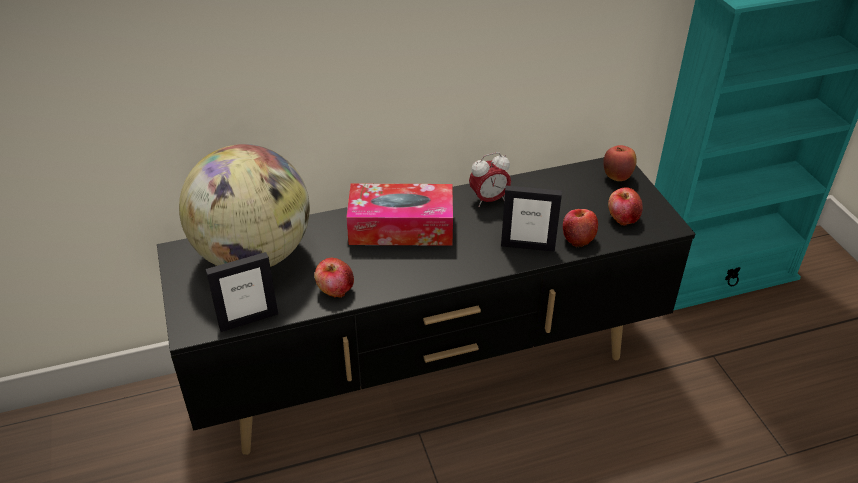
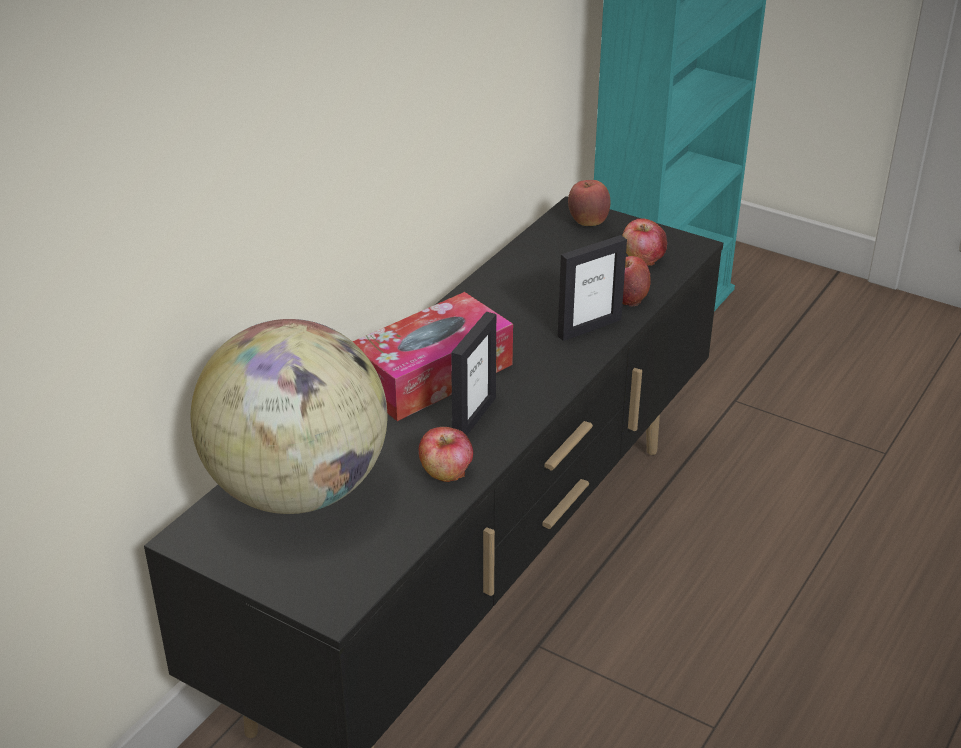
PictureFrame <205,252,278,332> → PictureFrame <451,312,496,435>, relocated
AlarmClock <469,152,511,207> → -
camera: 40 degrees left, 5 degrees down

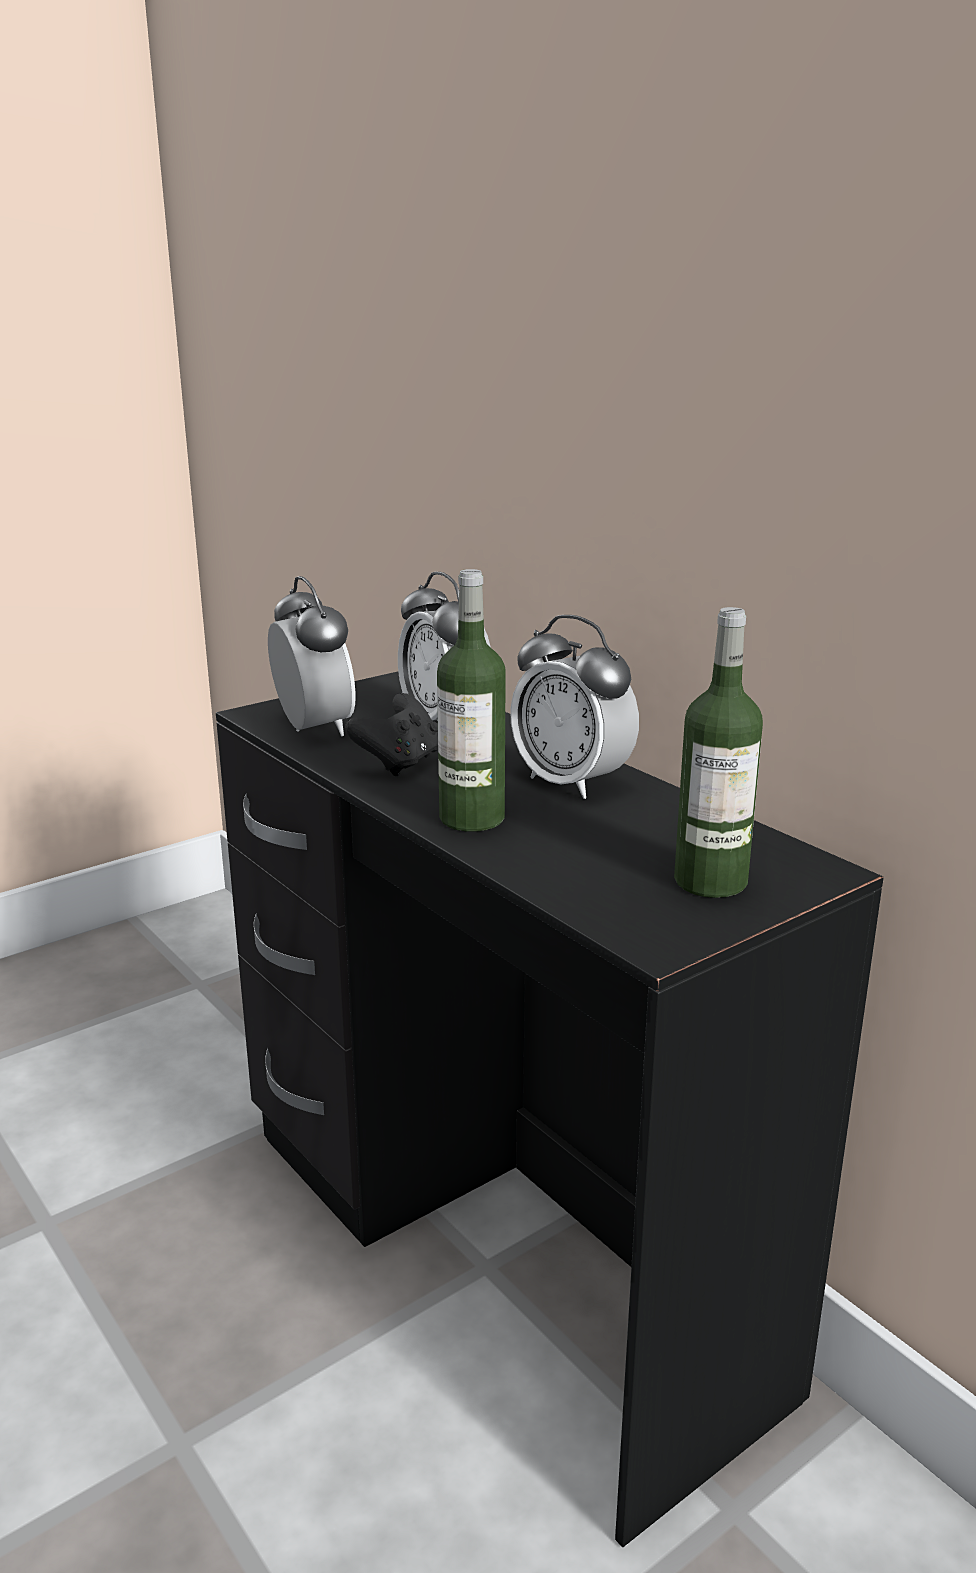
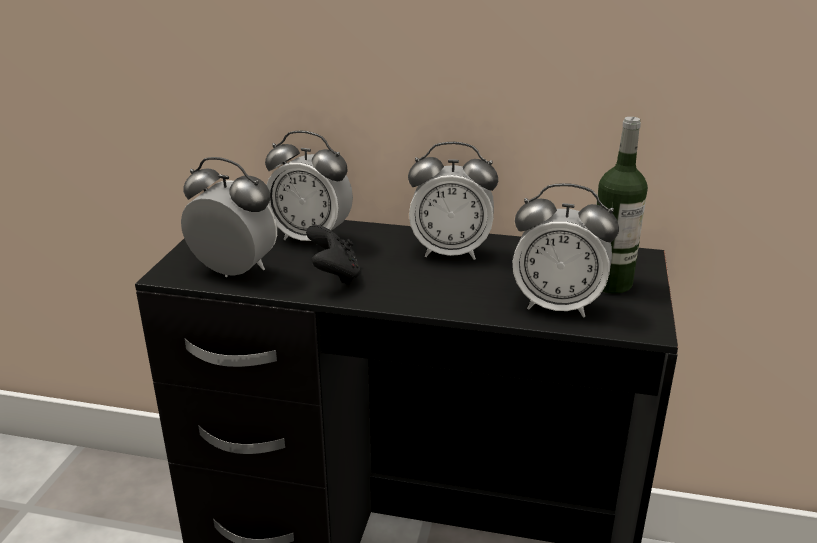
Bottle <437,569,506,832> → -
- → AlarmClock <513,183,619,318>
camera: 40 degrees left, 5 degrees up

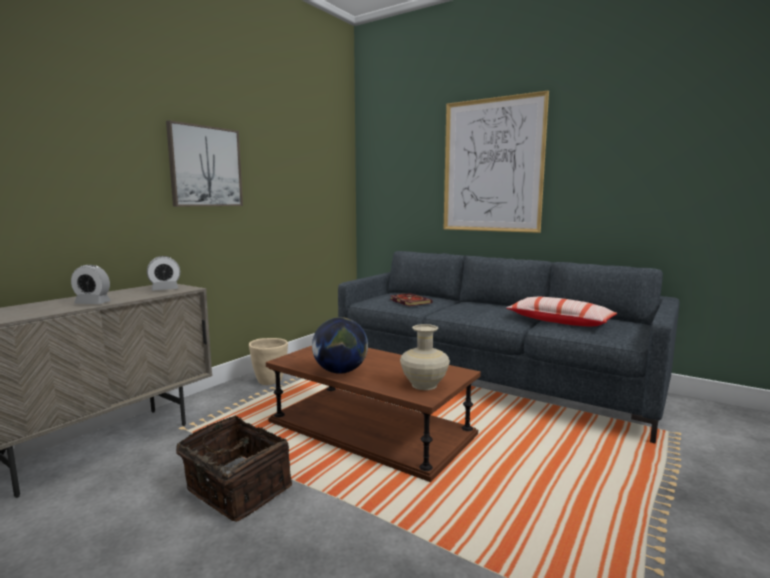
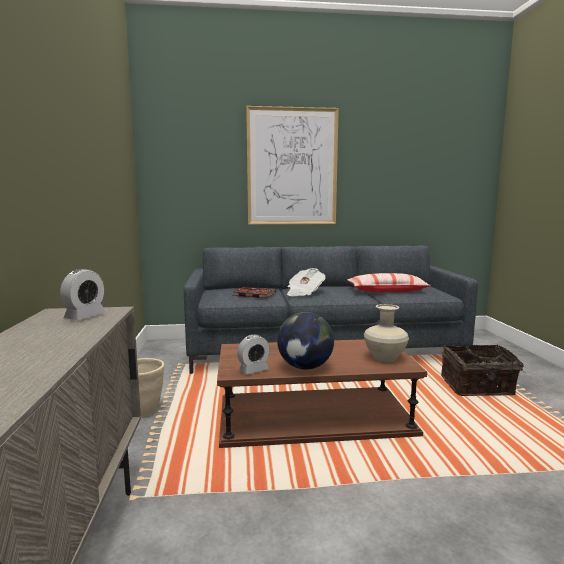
AlarmClock <71,265,111,304> → AlarmClock <237,335,270,374>, relocated
Picture <166,120,243,206> → -
Basket <176,415,292,522> → Basket <441,344,526,396>, relocated
- → Newspaper <287,268,325,296>
camera: 40 degrees left, 0 degrees up

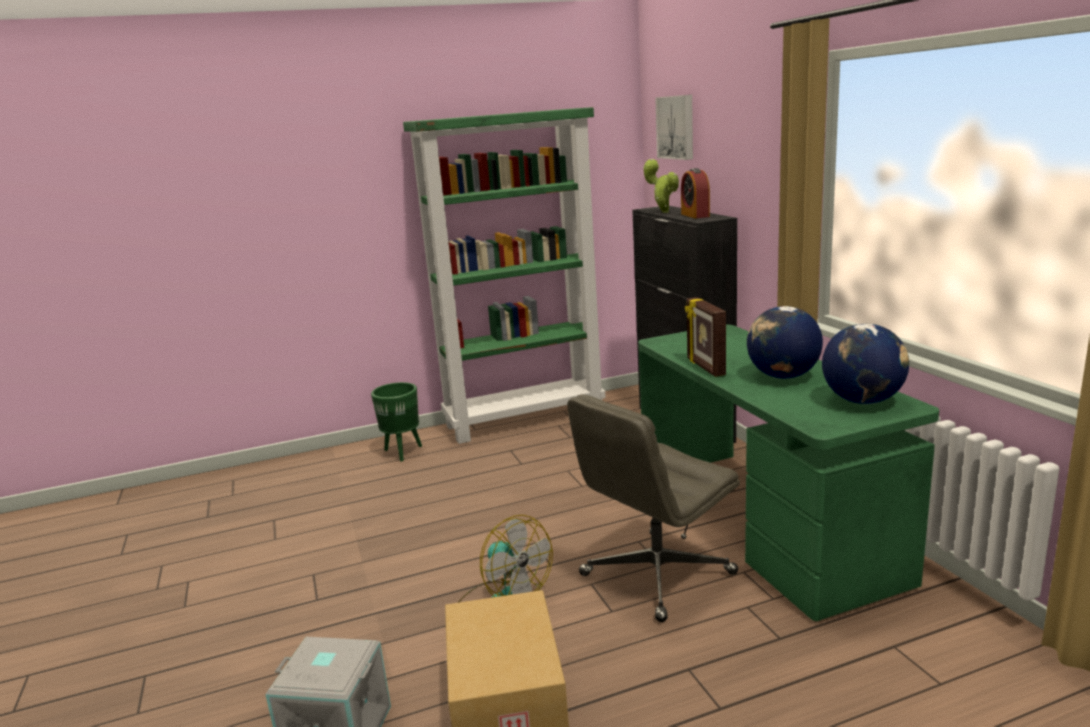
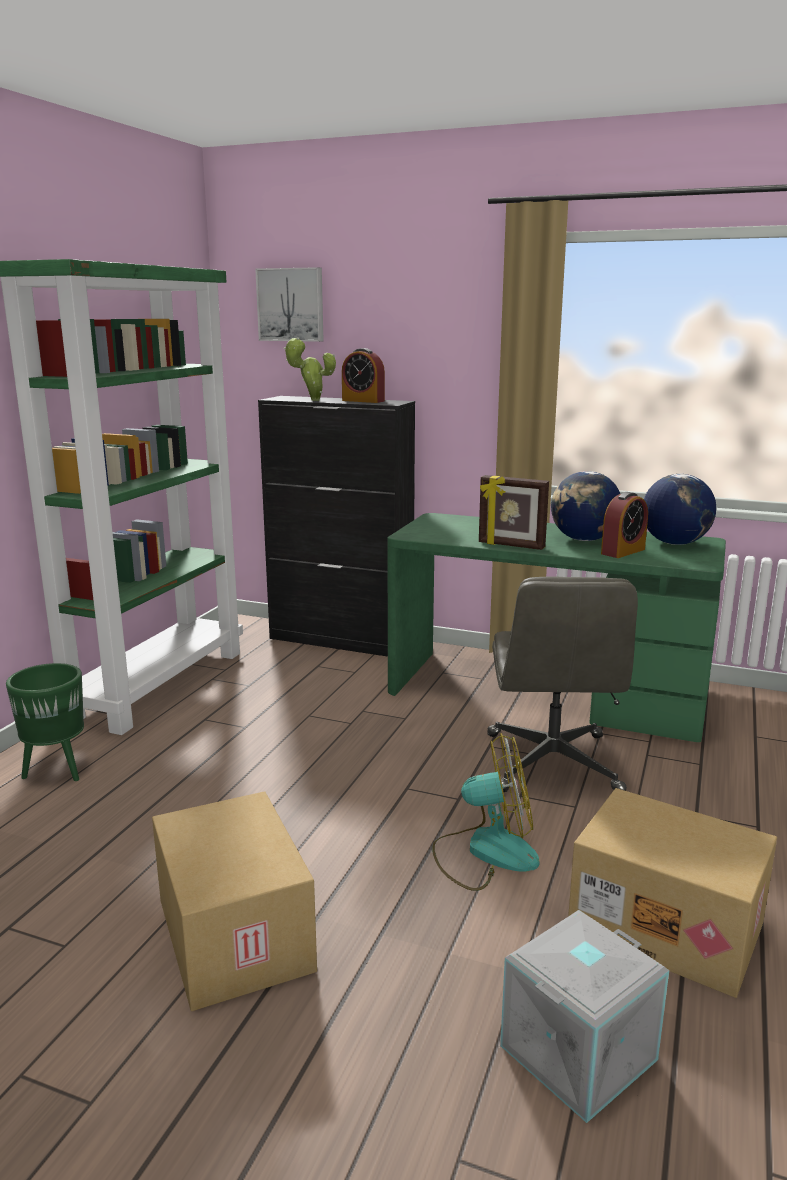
- → CardboardBox <152,791,317,1011>
- → AlarmClock <601,492,648,558>
camera: 50 degrees left, 0 degrees up

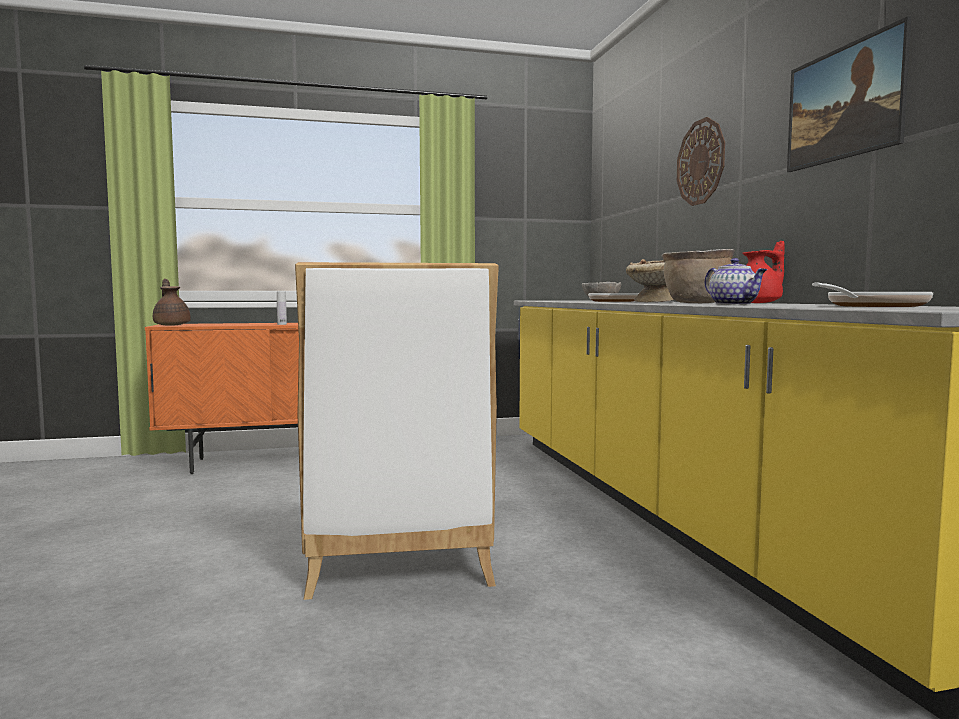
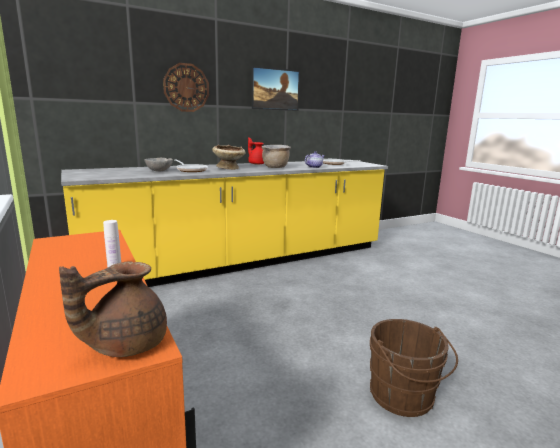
WhiteChair <295,262,499,600> → -
- → BrownBucket <370,319,458,417>
camera: 105 degrees left, 10 degrees up

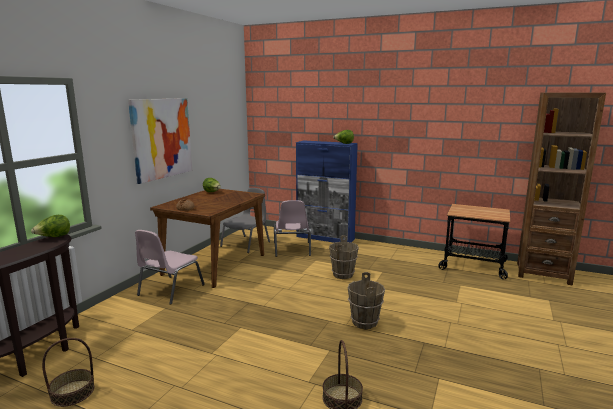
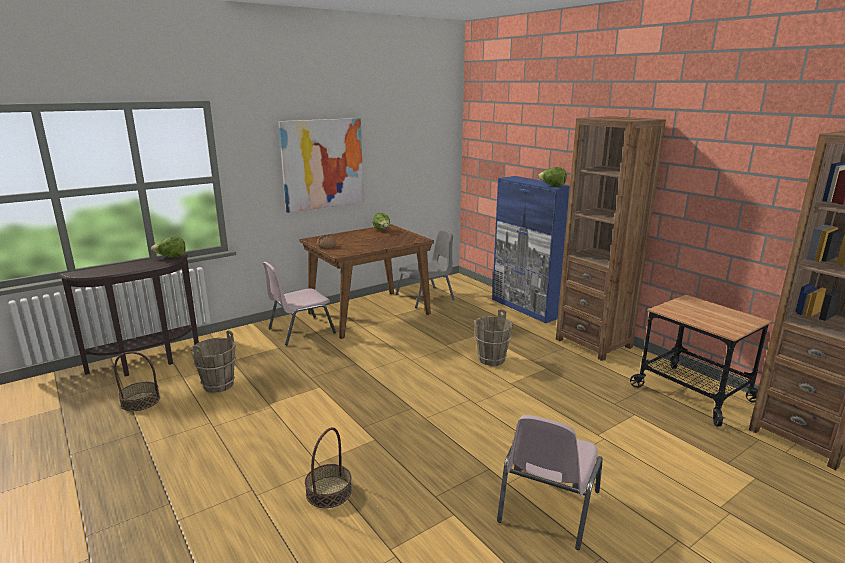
PinkChair <274,200,311,257> → PinkChair <497,415,603,550>, relocated
BrownBucket <348,272,385,329> → BrownBucket <191,330,236,393>, relocated
- → BrownBookcase <556,116,666,361>
camera: 30 degrees right, 5 degrees up

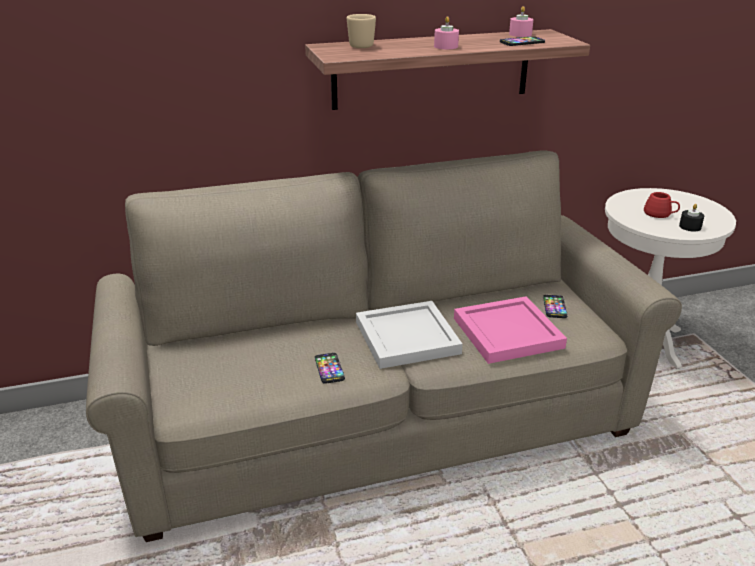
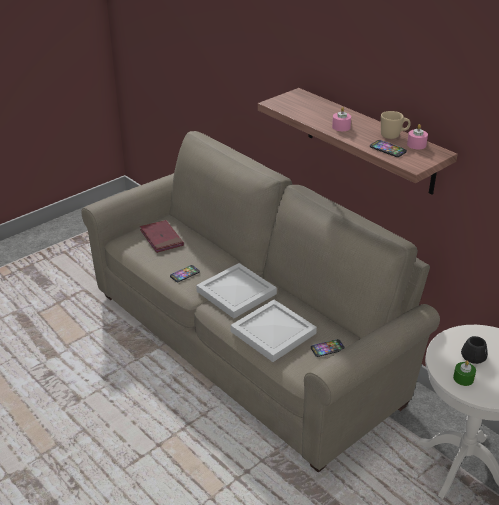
BeigeMug <347,14,376,48> → BeigeMug <381,111,411,139>, relocated
PinkTray <454,296,567,364> → WhiteTray <231,299,317,362>
RedMug <644,192,680,218> → BlackMug <461,336,488,364>
BlackCandle <679,204,704,232> → GreenCandle <453,361,476,386>
- → RedBook <140,220,184,253>
camera: 65 degrees right, 5 degrees up

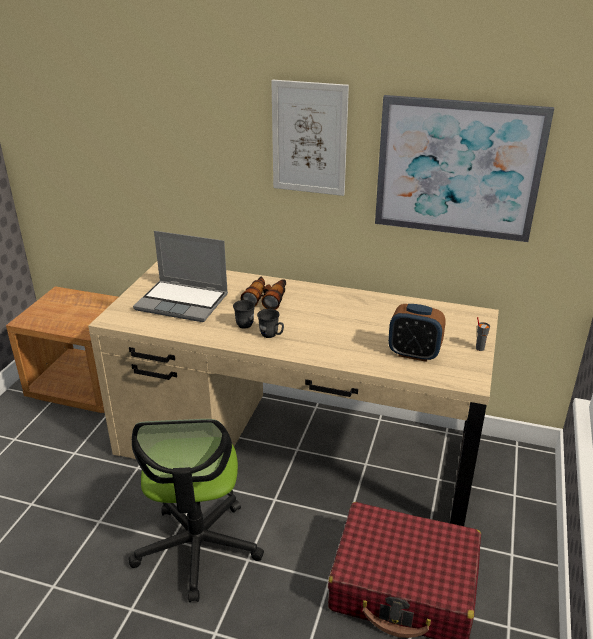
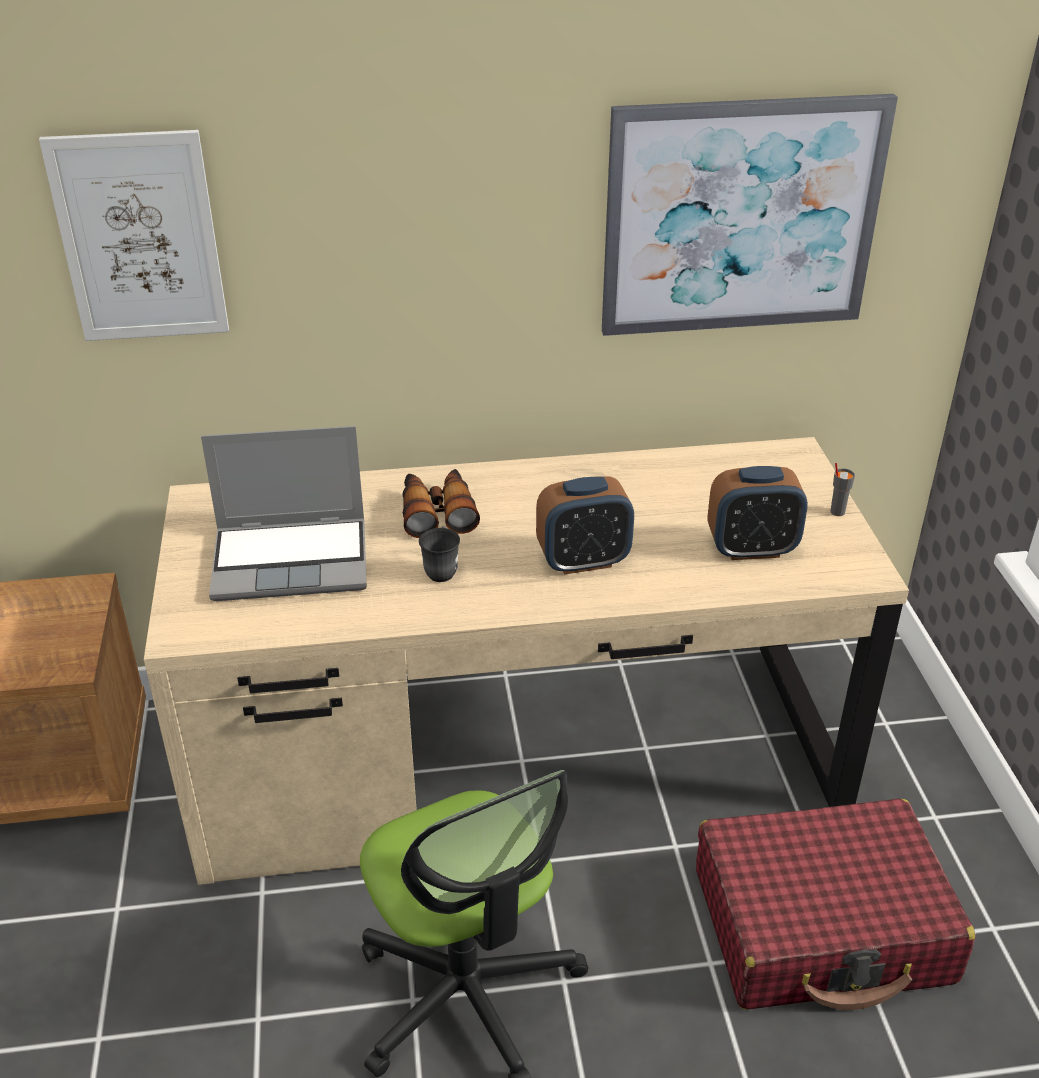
GreyMug <257,309,284,338> → -
Picture <271,80,349,196> → Picture <39,130,229,341>, relocated
- → AlarmClock <536,476,634,575>
camera: 25 degrees left, 5 degrees up

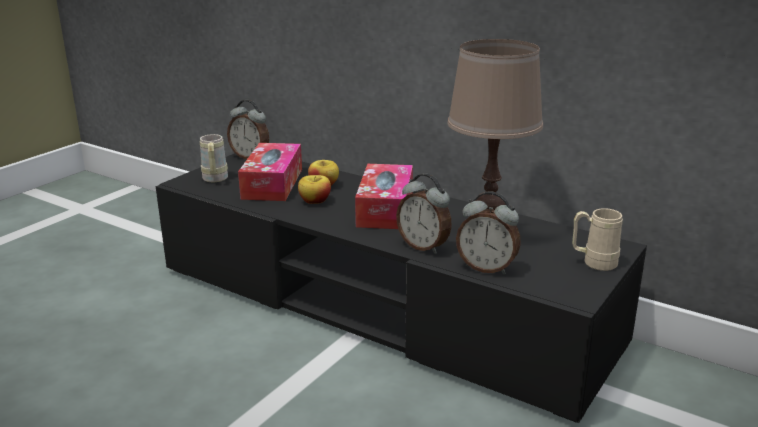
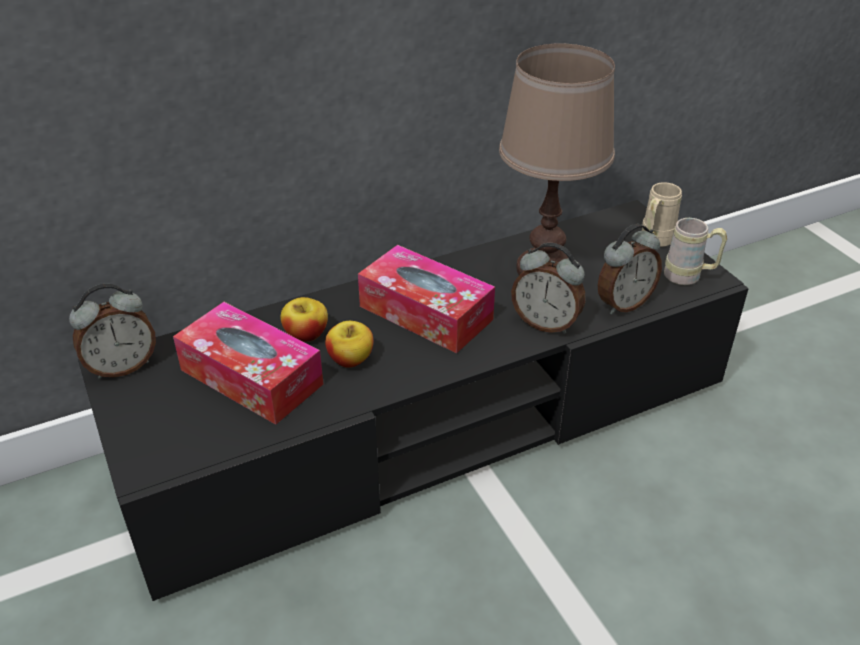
BeigeMug <200,134,228,182> → BeigeMug <664,218,727,285>, relocated
AlarmClock <396,173,452,254> → AlarmClock <511,243,585,334>, 45 degrees clockwise
camera: 60 degrees left, 15 degrees up

